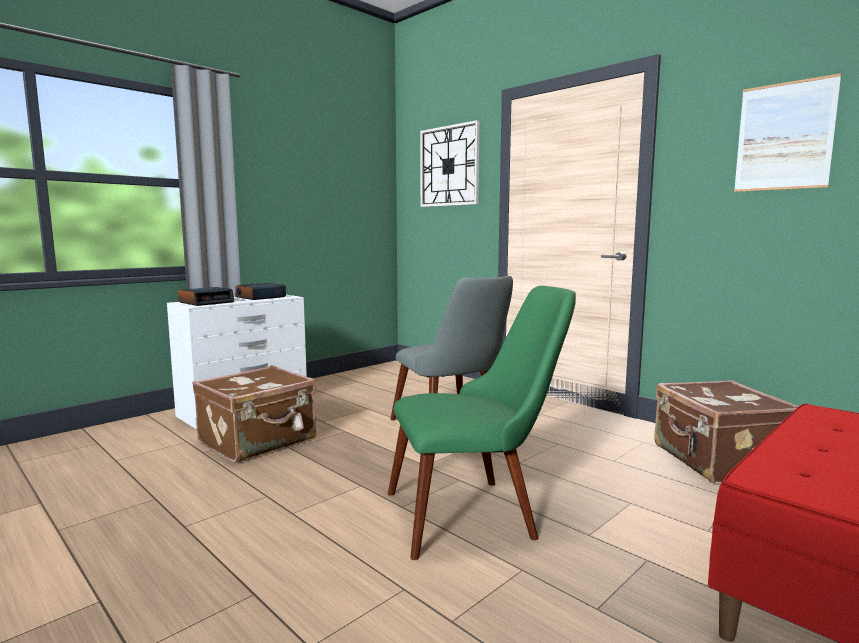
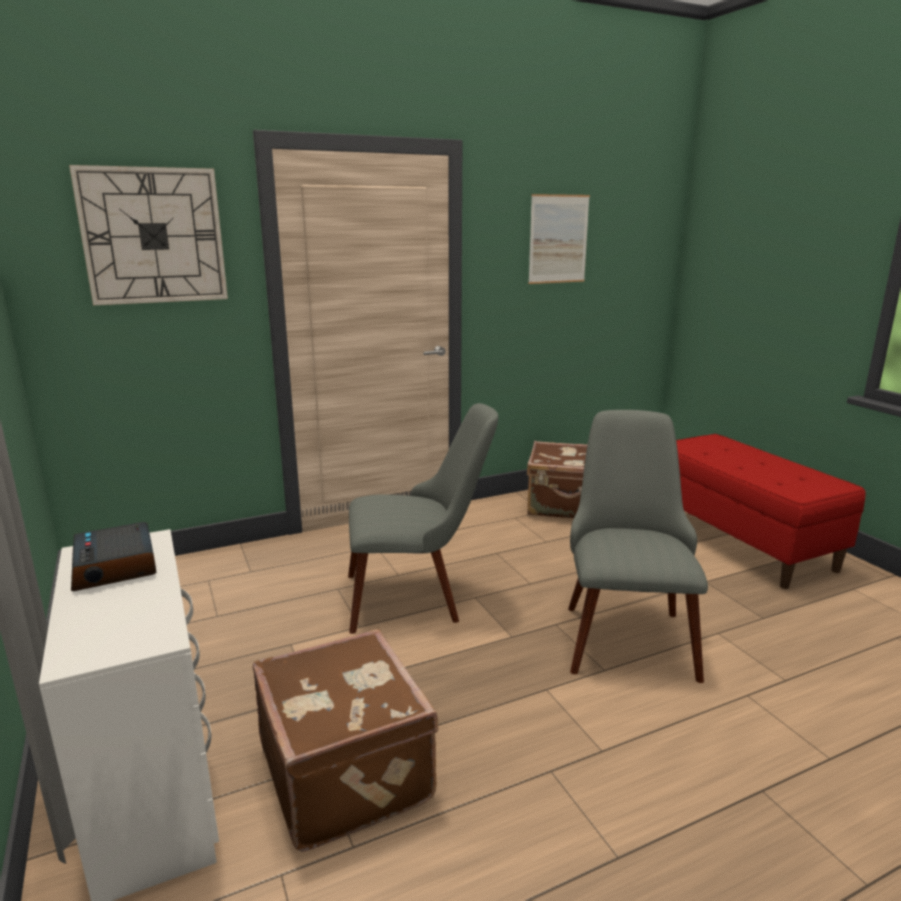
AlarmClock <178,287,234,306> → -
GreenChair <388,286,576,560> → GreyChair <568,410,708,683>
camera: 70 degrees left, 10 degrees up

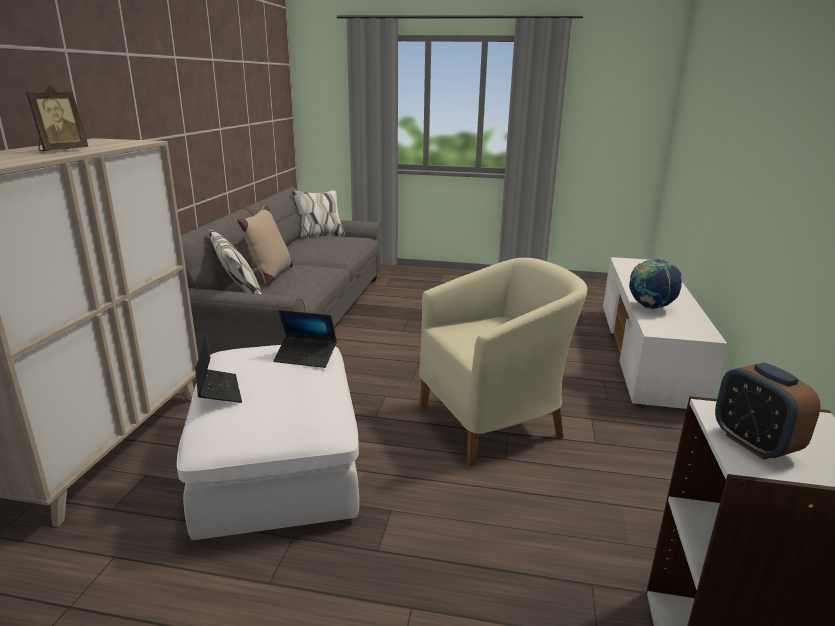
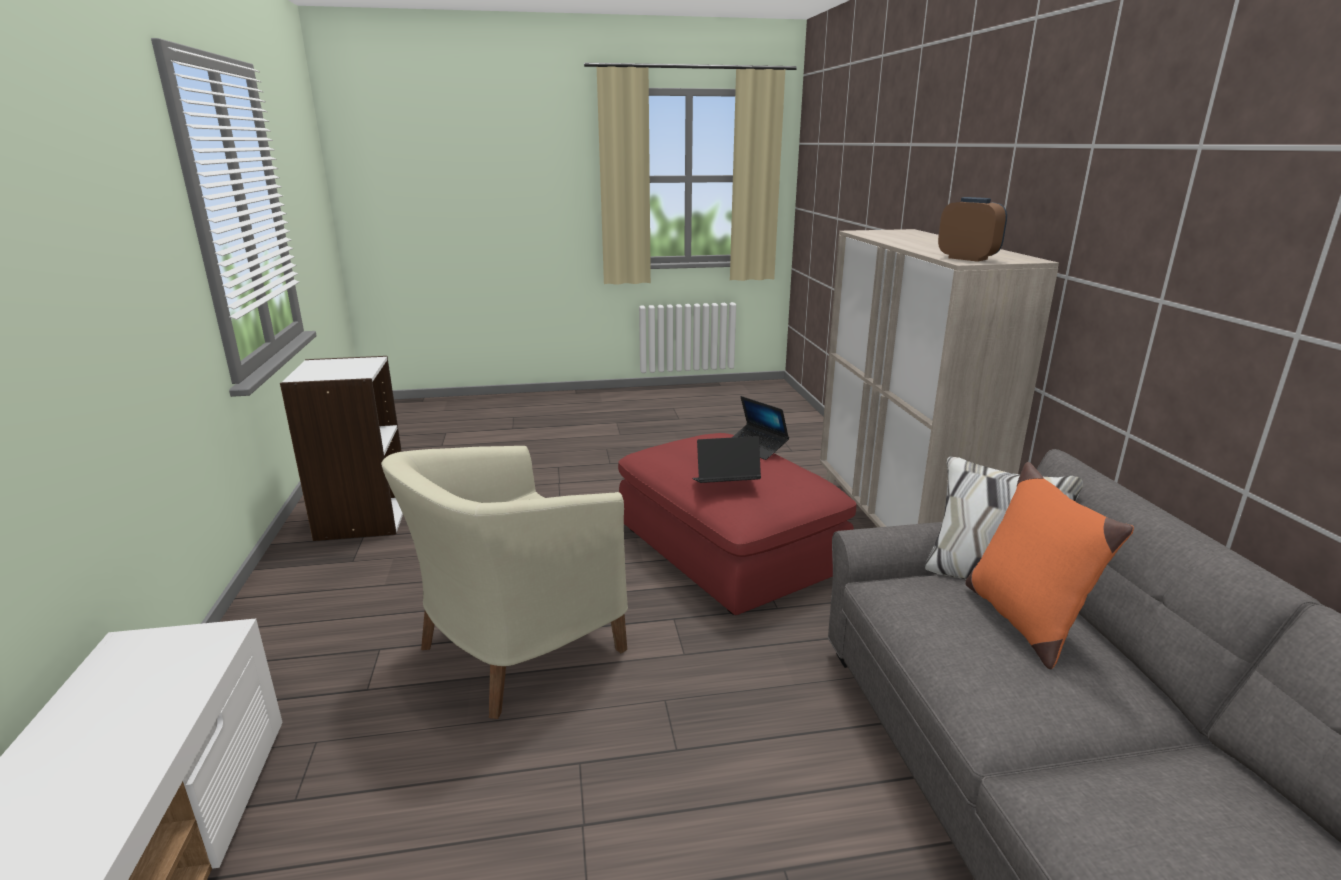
PictureFrame <26,85,88,151> → -
WhiteOttoman <177,345,359,540> → RedOttoman <618,433,856,615>
BeigePillow <237,205,293,285> → OrangePillow <965,462,1134,669>
Globe <629,258,682,309> → -
AlarmClock <715,362,821,460> → AlarmClock <938,197,1007,262>, relocated
camera: 160 degrees right, 0 degrees up

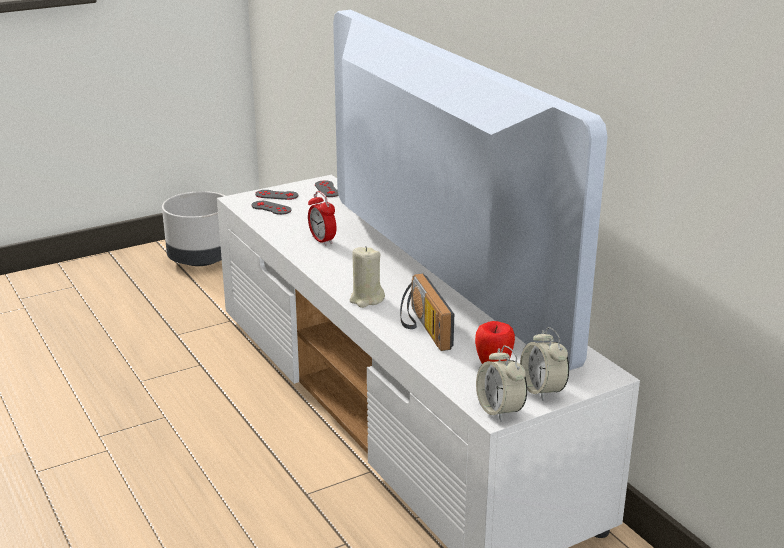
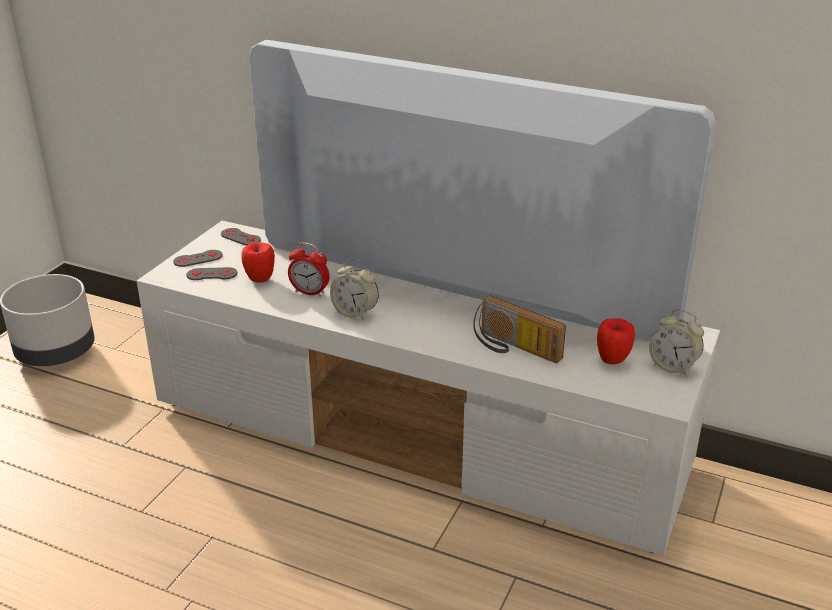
BeigeCandle <350,247,385,308> → -
AlarmClock <476,345,527,422> → AlarmClock <330,259,379,321>, relocated
- → Apple <241,242,275,282>
camera: 35 degrees left, 5 degrees up

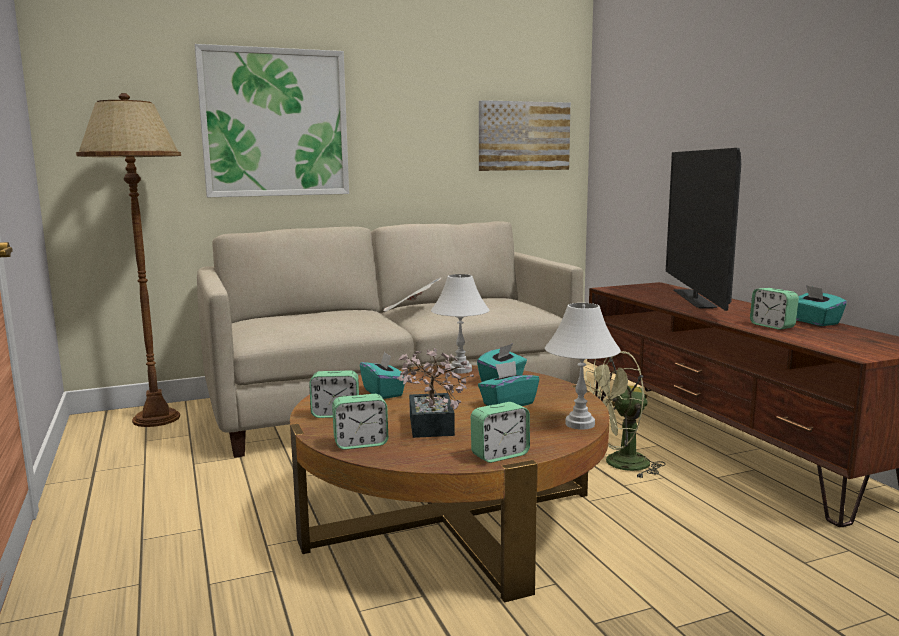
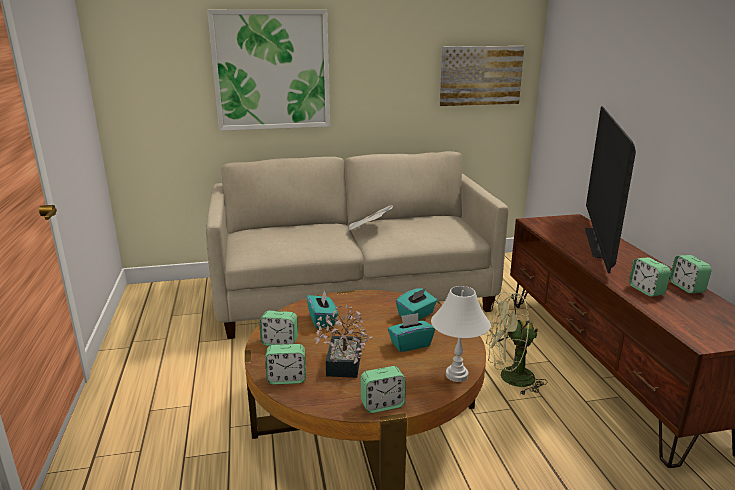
BrownFloorLamp <76,93,181,427> → -
WhiteTableLamp <431,274,490,373> → -
TurquoiseTissueBox <796,285,847,326> → AlarmClock <670,255,712,293>
camera: 10 degrees right, 10 degrees up

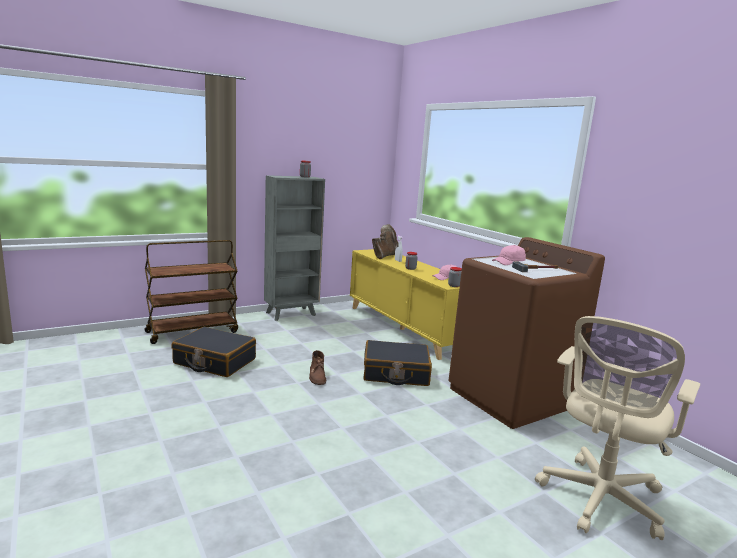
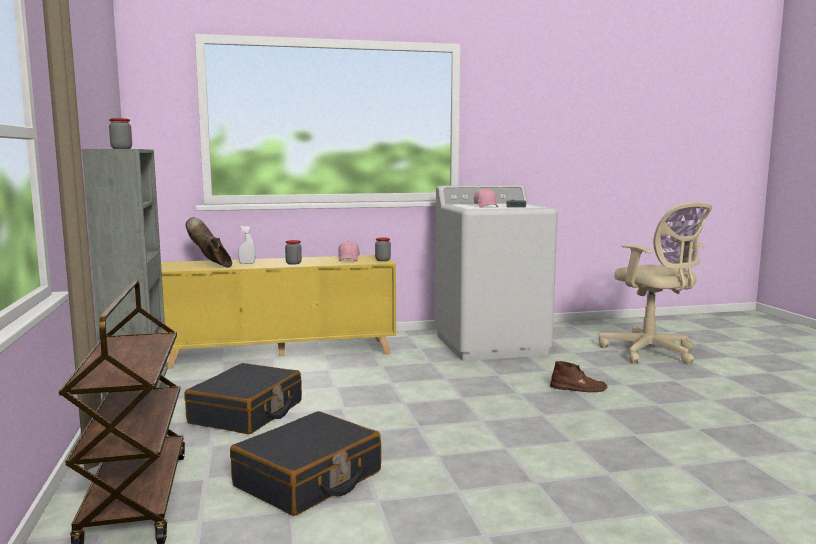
BrownBoot <309,350,326,385> → BrownBoot <550,361,608,392>, relocated
BlackSuitcase <363,340,432,386> → BlackSuitcase <184,363,302,434>, relocated
BrownWashingMachine <448,237,605,429> → WhiteWashingMachine <434,185,558,361>
camera: 70 degrees left, 5 degrees down

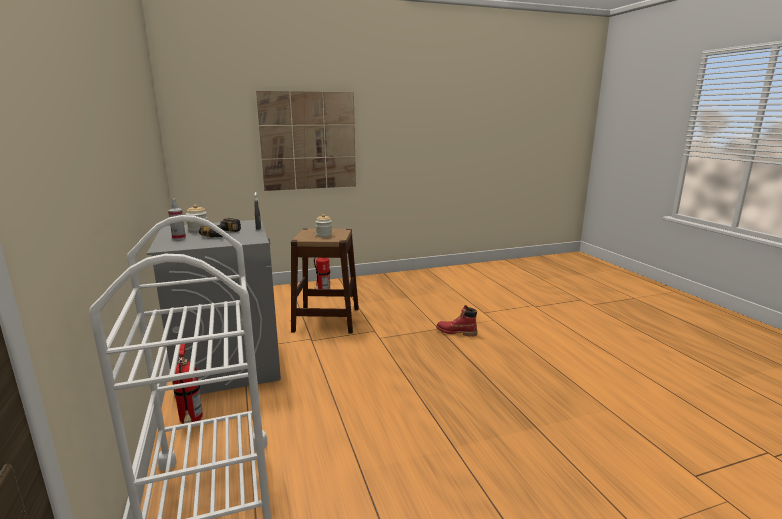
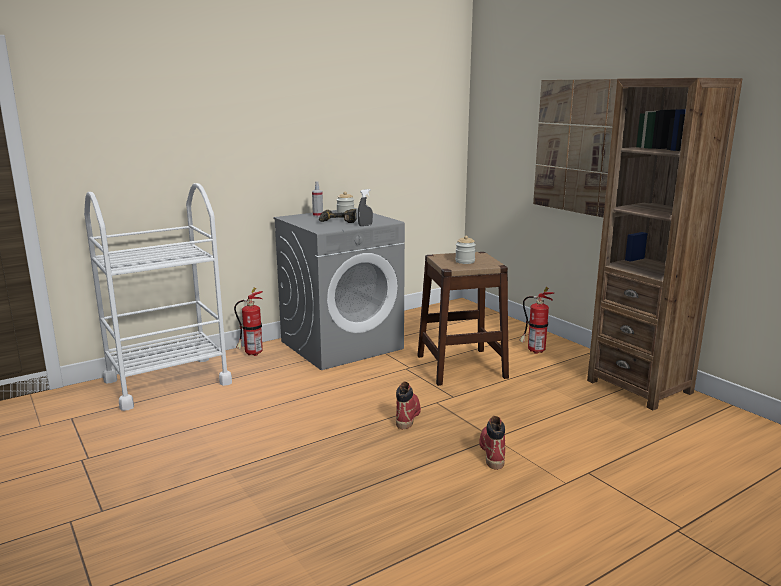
- → RedBoot <396,381,421,429>
- → BrownBookcase <587,78,742,410>
camera: 75 degrees right, 0 degrees up

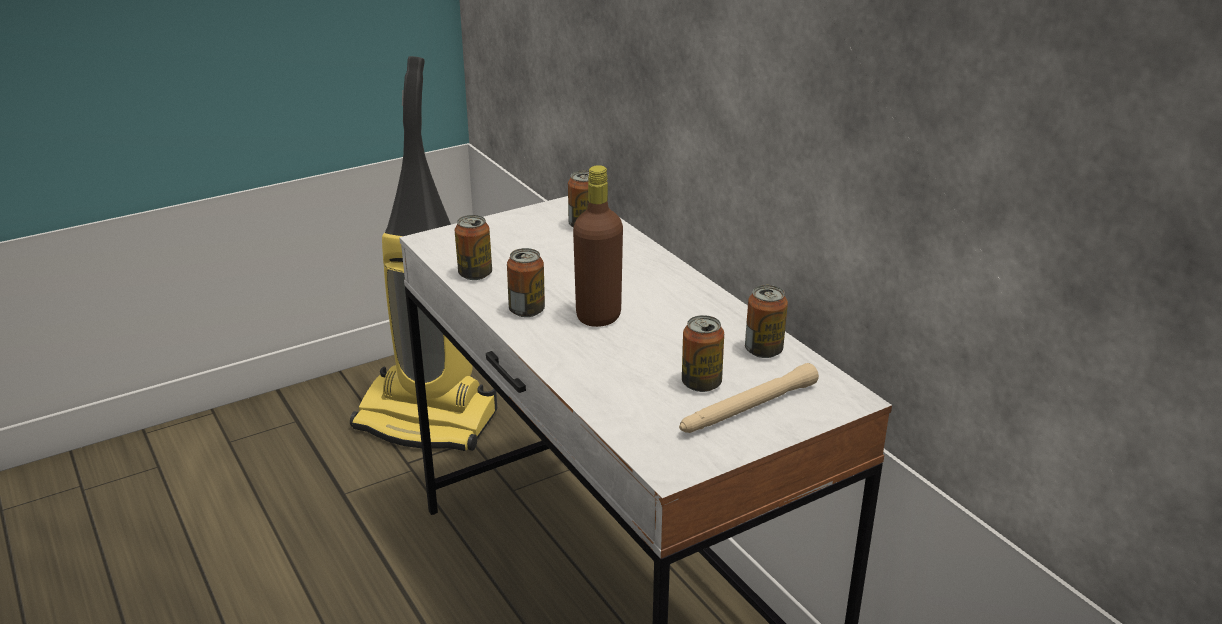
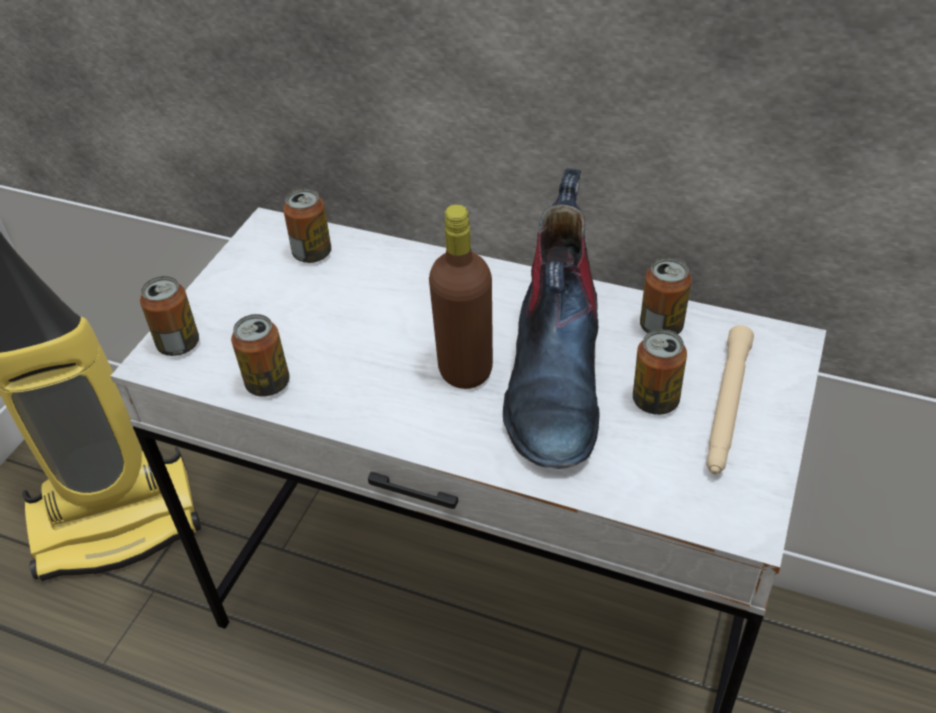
Can <507,248,545,317> → Can <140,276,199,356>, relocated
- → Boot <503,168,600,469>
camera: 35 degrees left, 15 degrees up

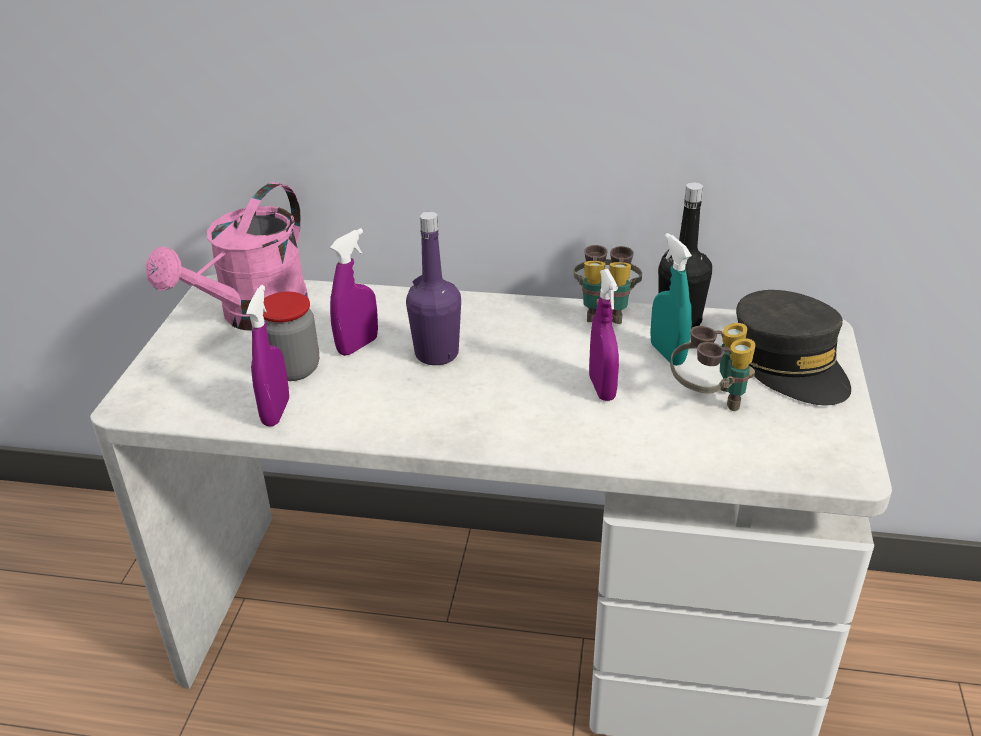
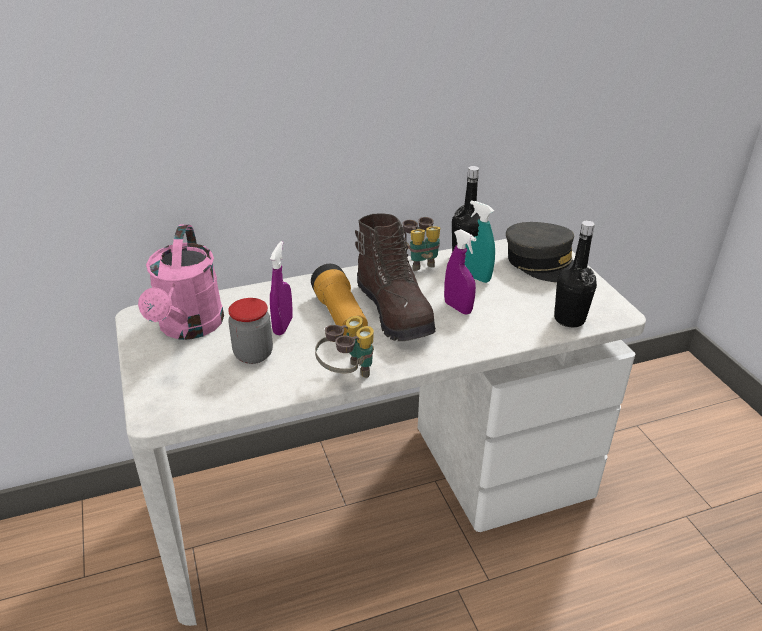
PurpleSprayBottle <246,285,289,427> → -
PurpleBottle <406,212,461,365> → Flashlight <311,264,368,336>
Binoculars <670,323,756,411> → Binoculars <315,316,374,378>, relocated
- → BrownBoot <355,213,436,341>
- → BlackBottle <554,221,597,327>
camera: 30 degrees left, 0 degrees up

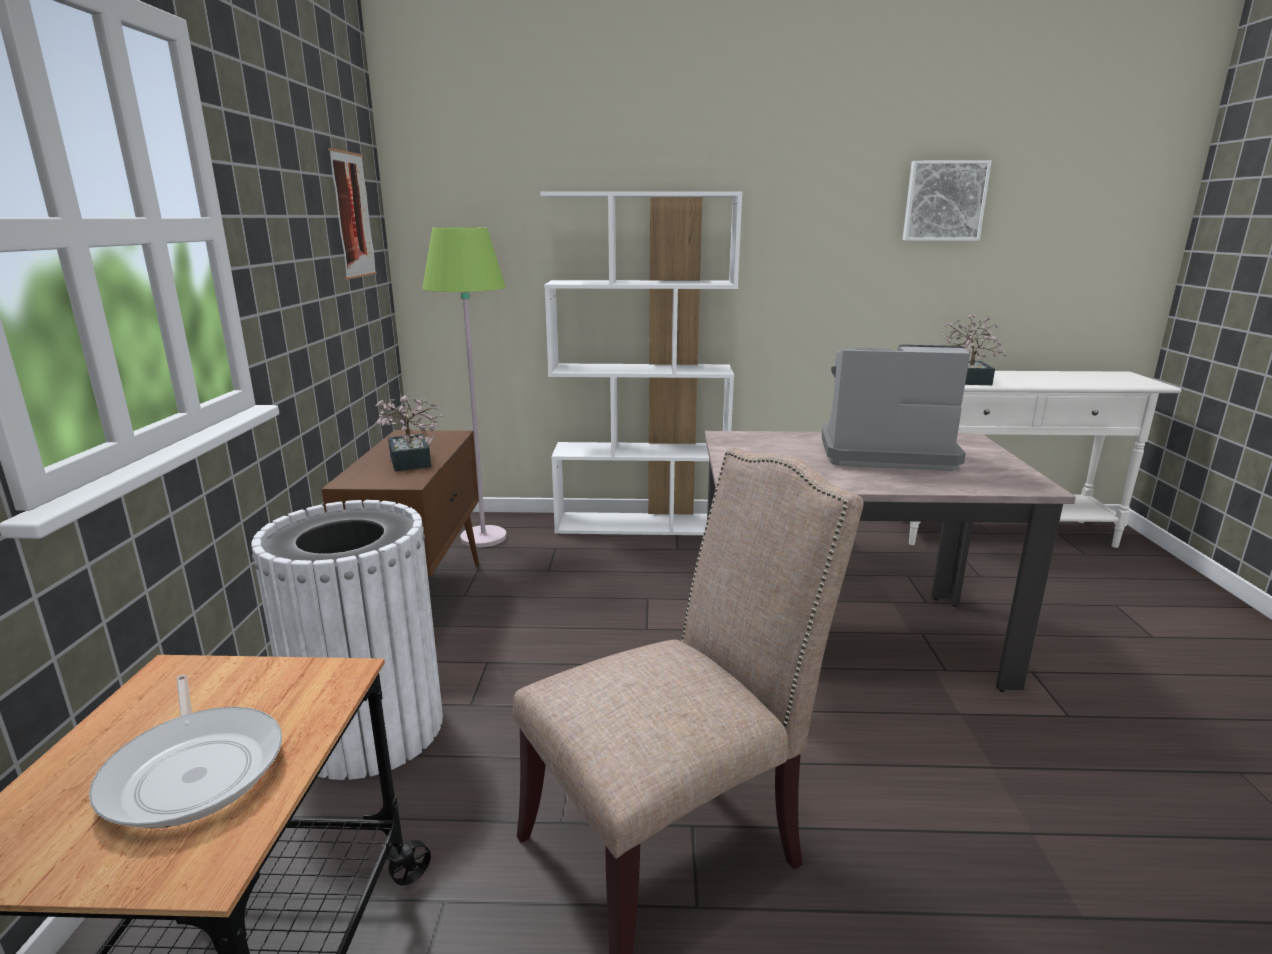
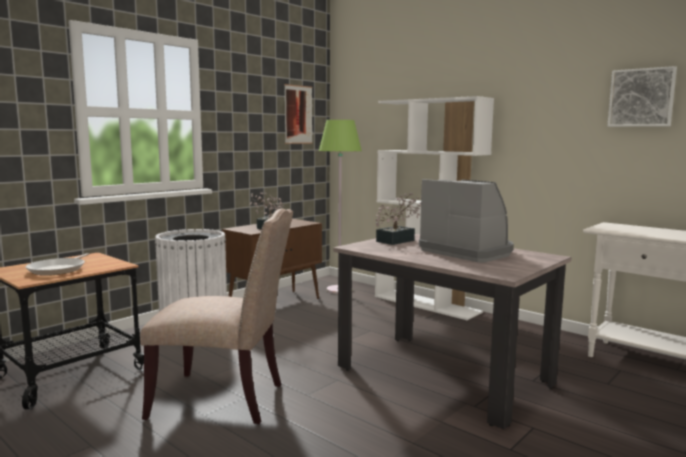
PottedPlant <942,315,1006,385> → PottedPlant <376,192,421,245>, relocated
camera: 40 degrees right, 10 degrees down

